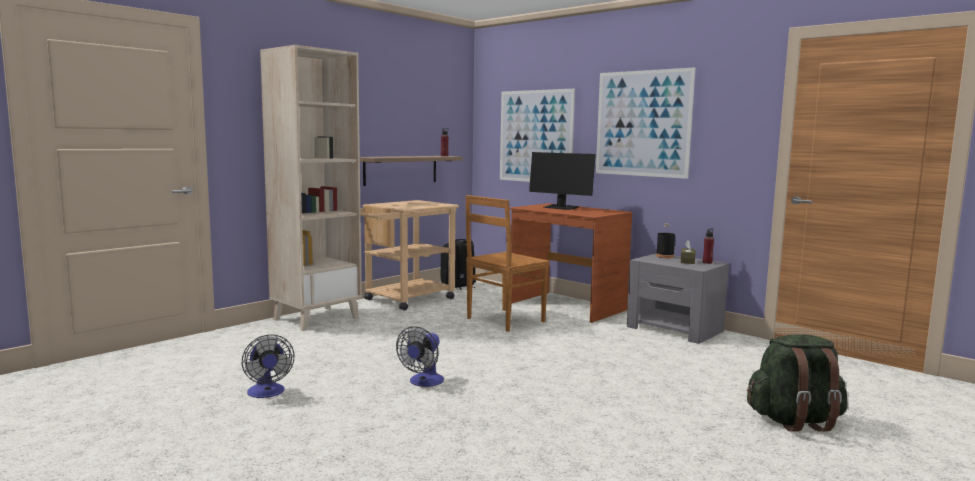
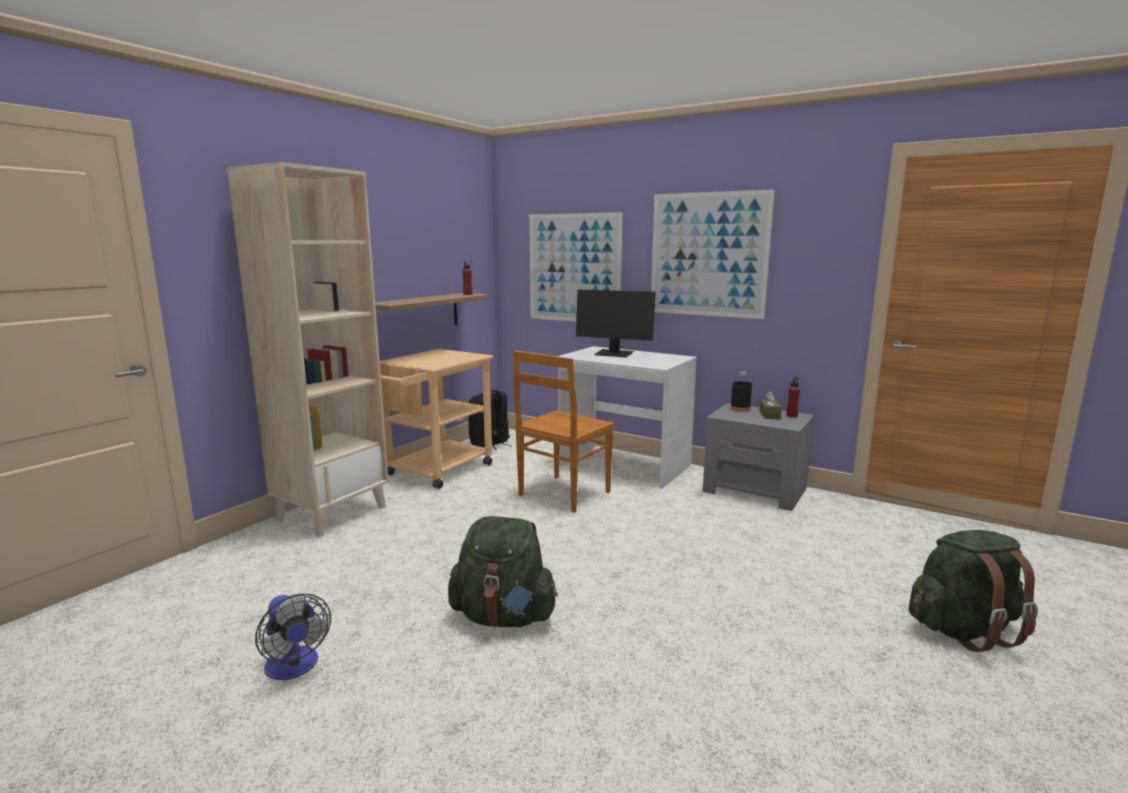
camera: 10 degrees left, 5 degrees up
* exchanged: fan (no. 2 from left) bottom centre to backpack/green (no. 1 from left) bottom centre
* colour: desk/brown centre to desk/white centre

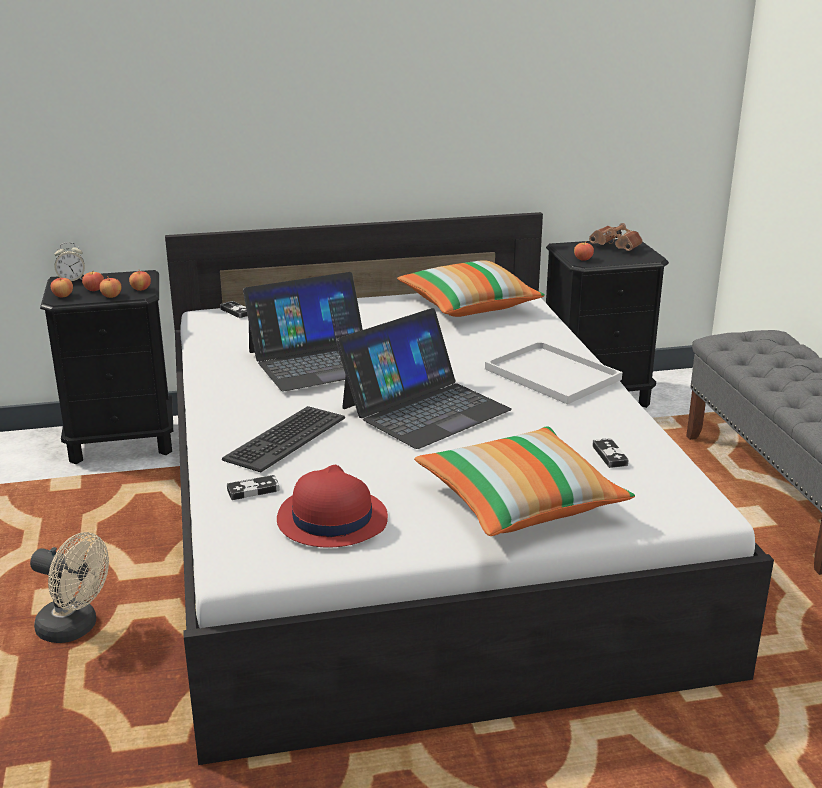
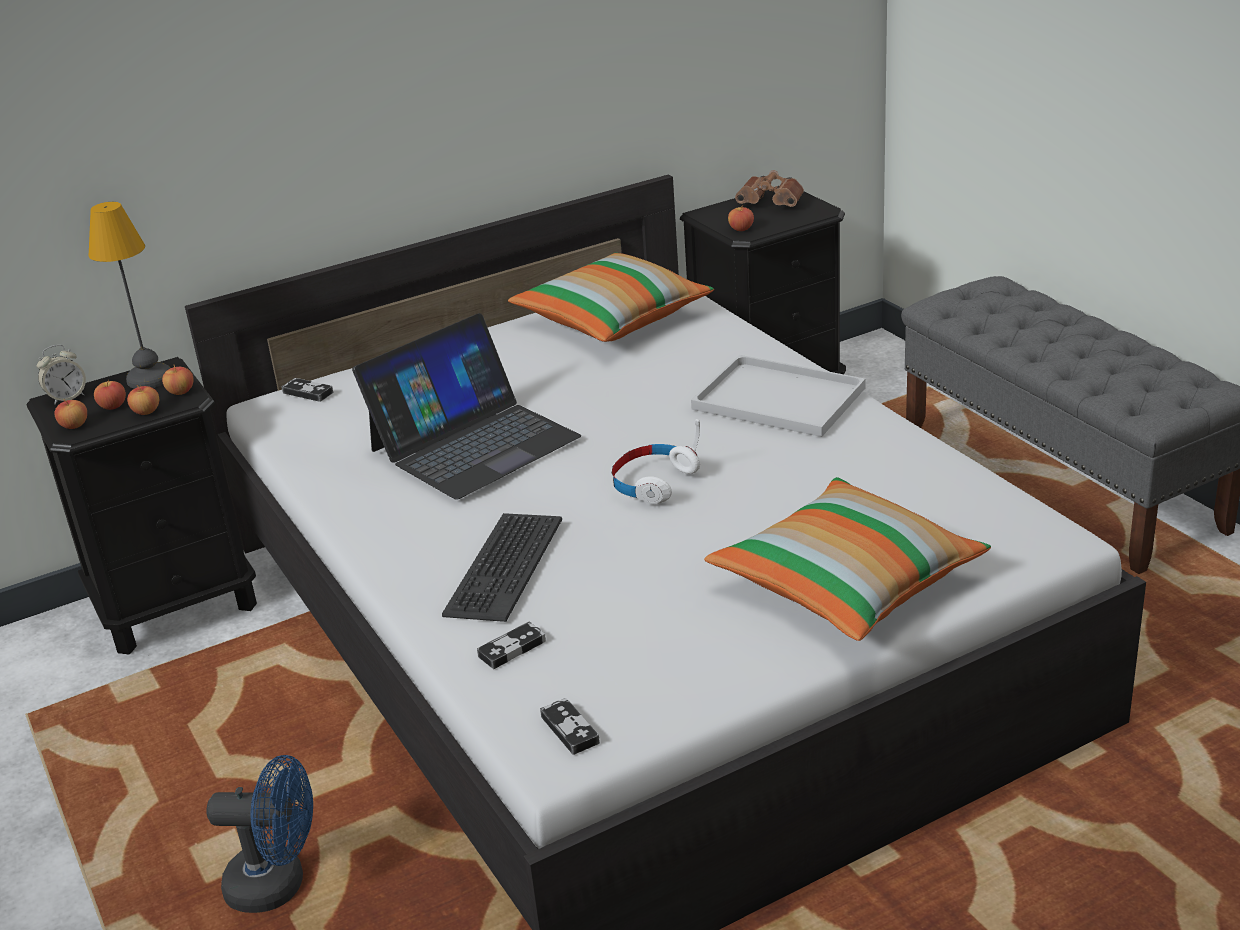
camera: 15 degrees left, 5 degrees up
* appeared: table lamp top left
* colour: fan/beige bottom left to fan/blue bottom left
* relocated: game controller (no. 3 from left) middle right to bottom centre
* exchanged: laptop (no. 2 from left) centre to headphones/white centre
* missing: hat/red centre

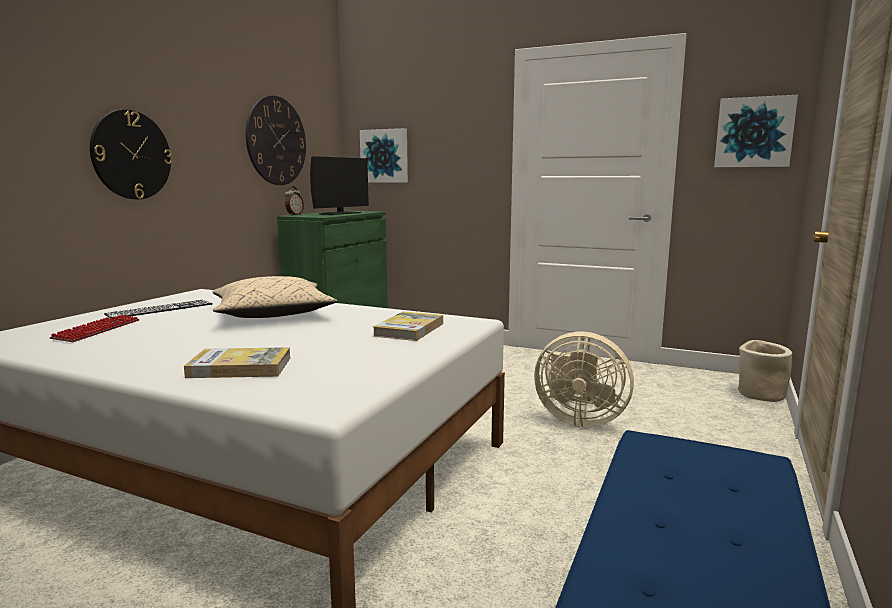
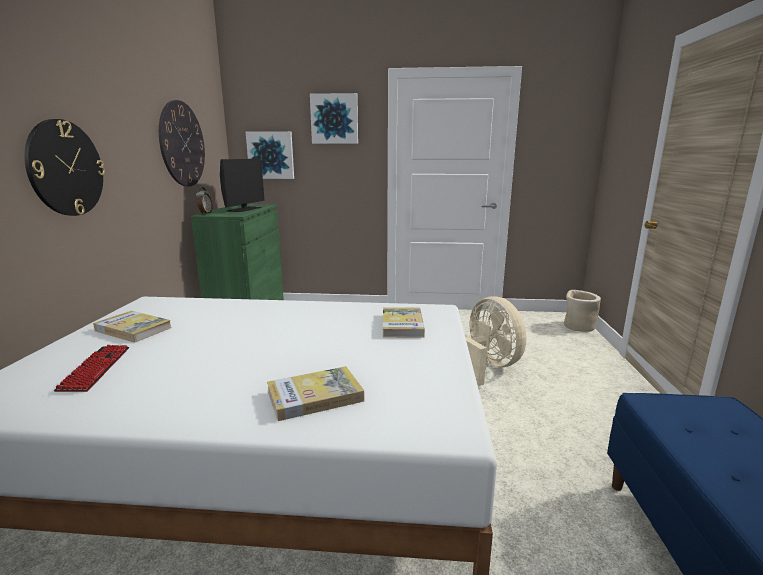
camera: 20 degrees left, 5 degrees up
* exchanged: keyboard (no. 2 from left) middle left to book (no. 1 from left) middle left
* relocated: picture (no. 2 from left) top right to top centre
* spun: fan/beige centre = centre 120 degrees counterclockwise
* missing: pillow/beige middle left

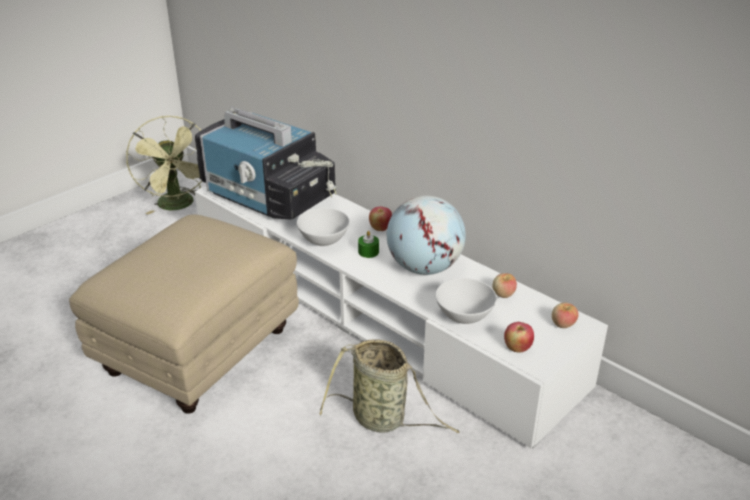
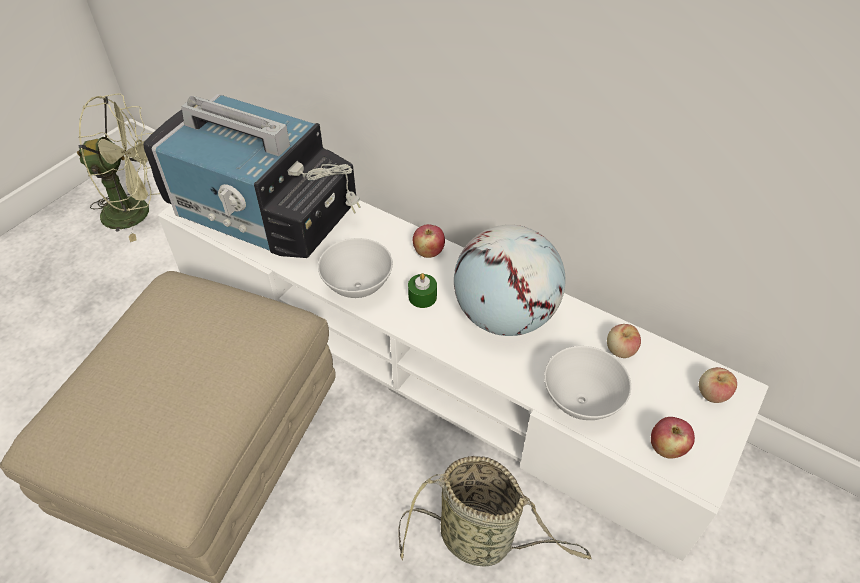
camera: 10 degrees left, 15 degrees up
* spun: fan/green top left = top left 60 degrees counterclockwise

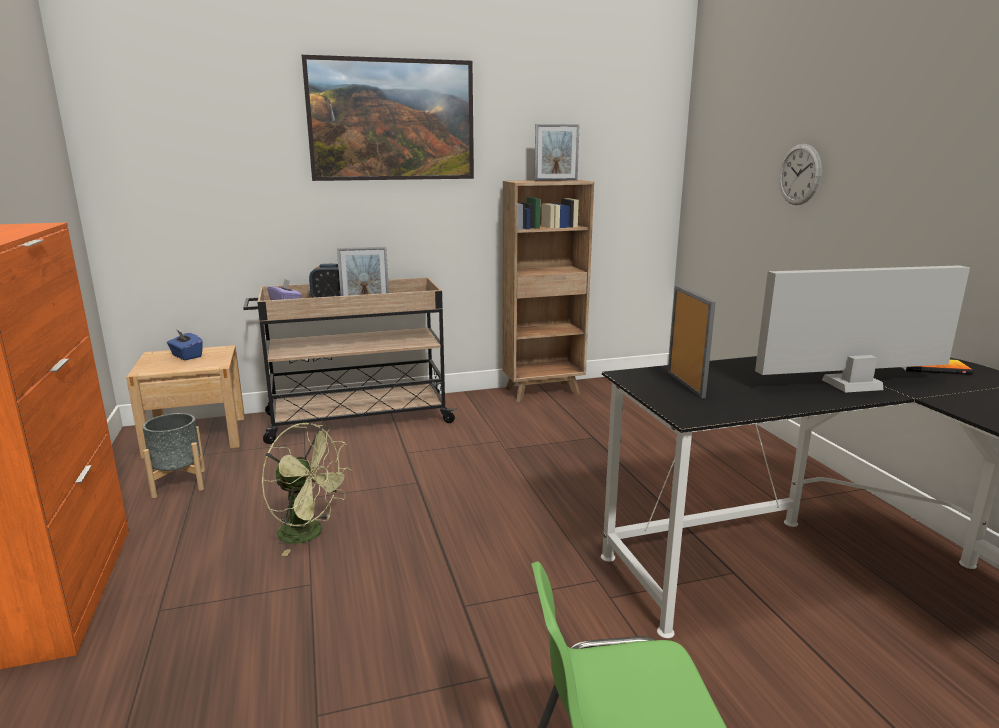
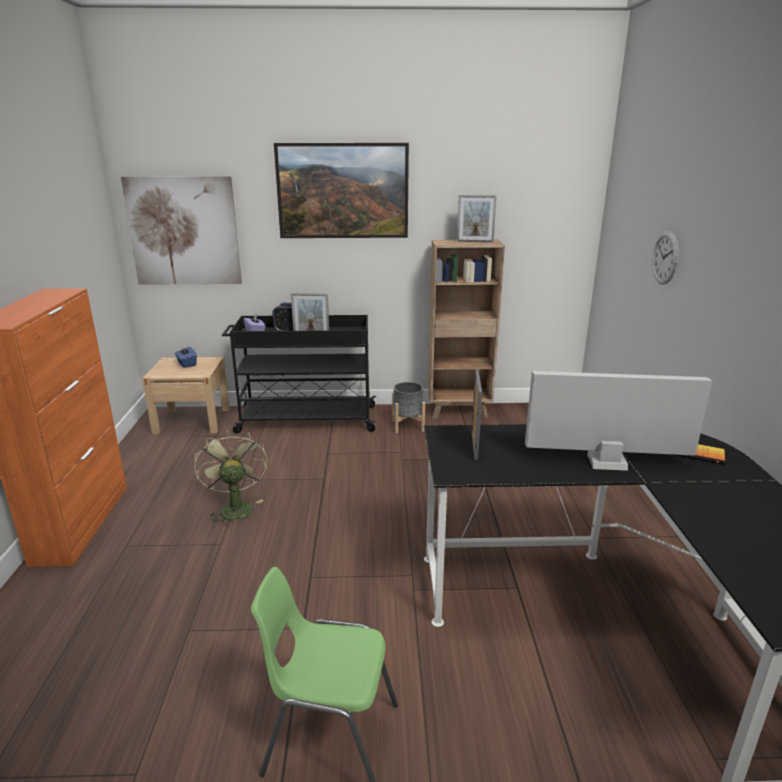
camera: 15 degrees right, 5 degrees up
* appeared: picture (no. 1 from left) top left
* spun: fan/green bottom left = middle left 150 degrees counterclockwise
* colour: cart/beige centre to cart/black centre
* relocated: planter/grey middle left to centre

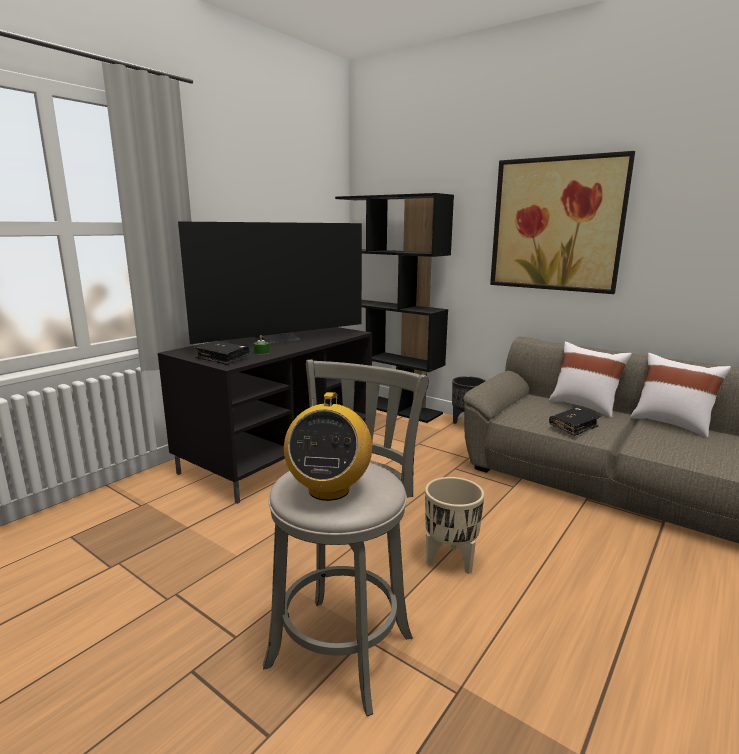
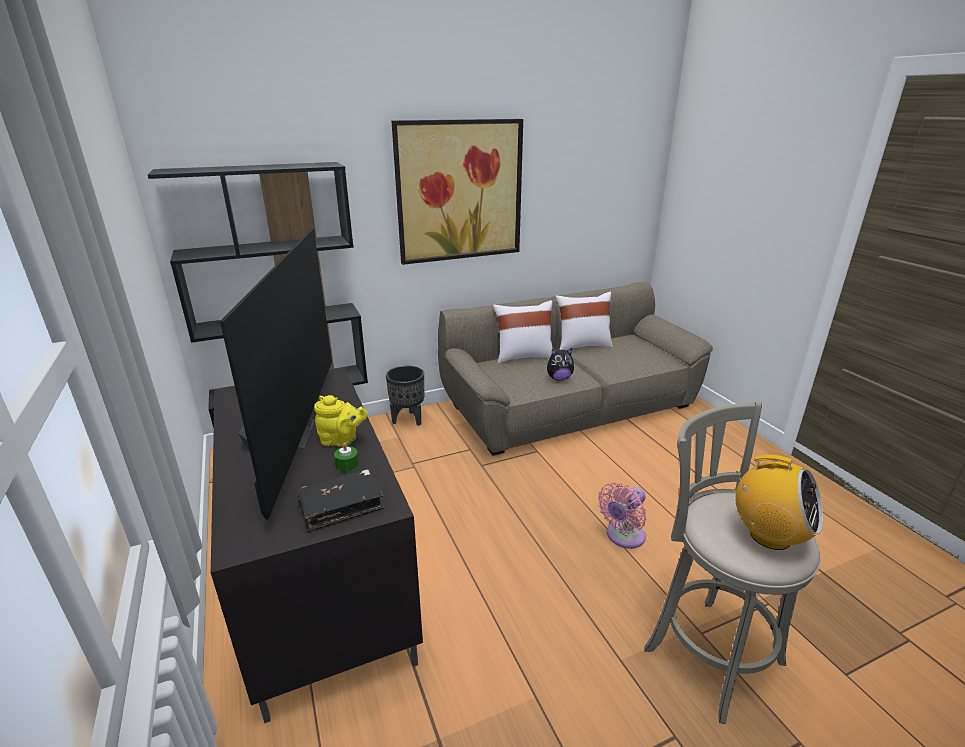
camera: 60 degrees left, 10 degrees up
* appeared: teapot/yellow centre
* exchanged: book/black (no. 2 from left) middle right to plush toy centre
* exchanged: planter/beige bottom centre to fan/pink bottom centre

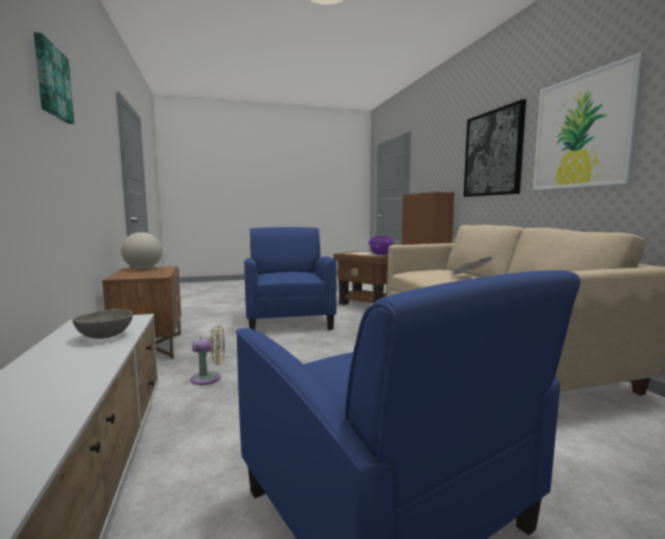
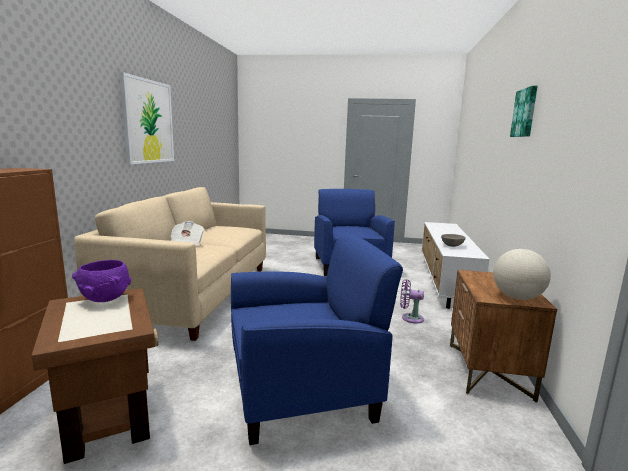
camera: 155 degrees left, 5 degrees up
* spun: armchair/blue (no. 1 from left) centre = bottom centre 120 degrees counterclockwise
* colour: fan/beige middle left to fan/purple centre
* missing: picture (no. 2 from left) top right

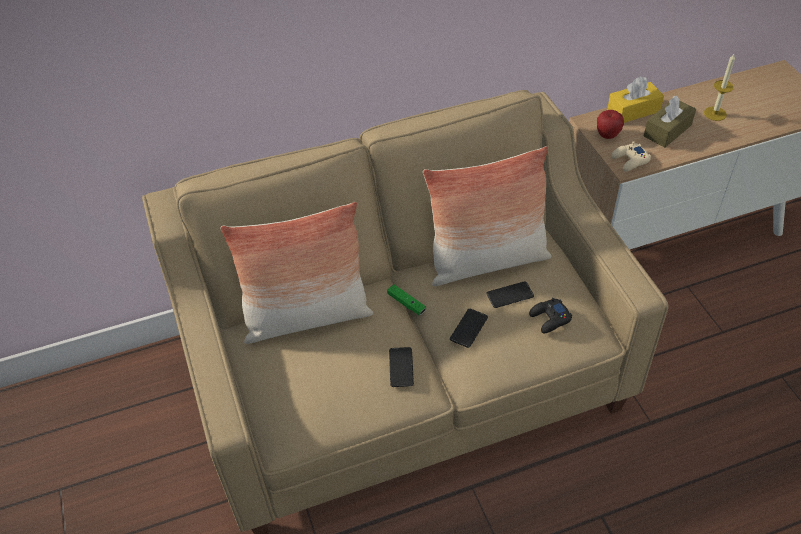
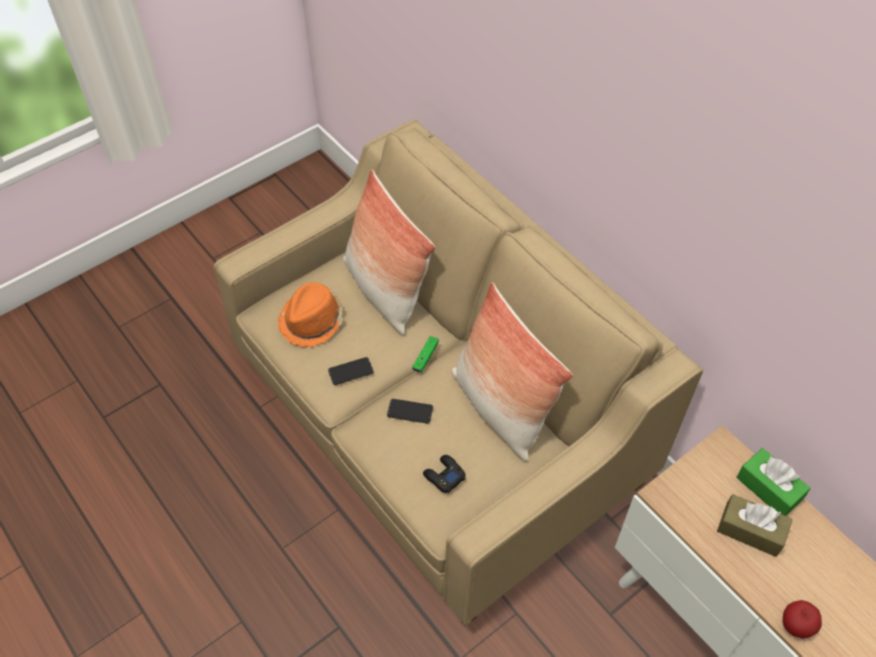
camera: 70 degrees right, 5 degrees up
* appeared: hat/orange centre
* colour: tissue box/yellow top right to tissue box/green bottom right
* relocated: apple top right to bottom right
* missing: phone (no. 3 from left) centre
* missing: game controller/beige top right
* missing: candle top right

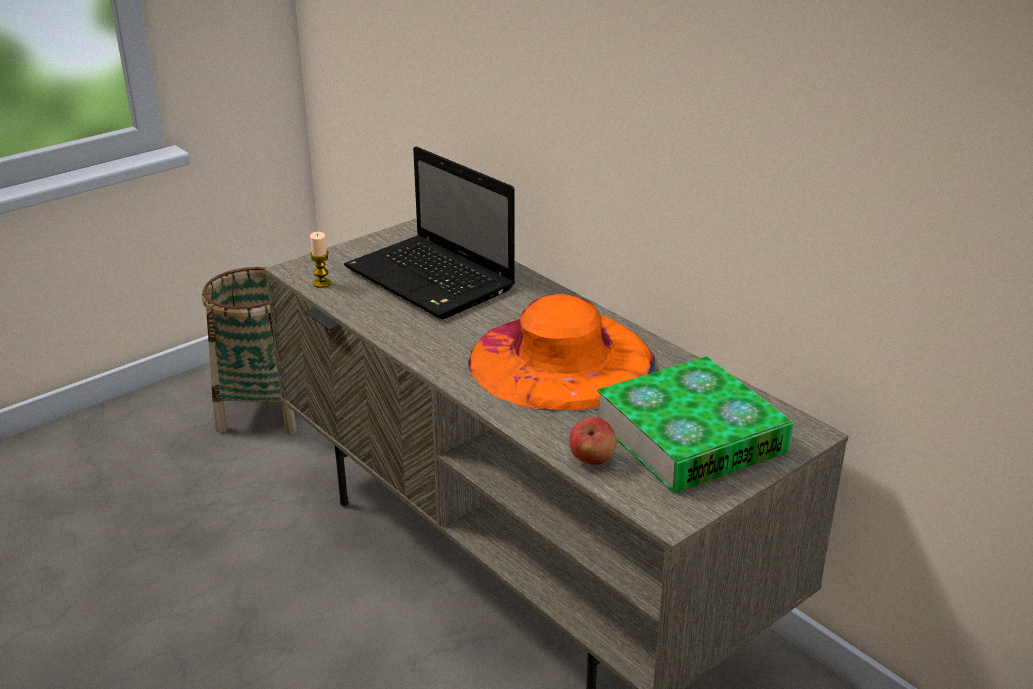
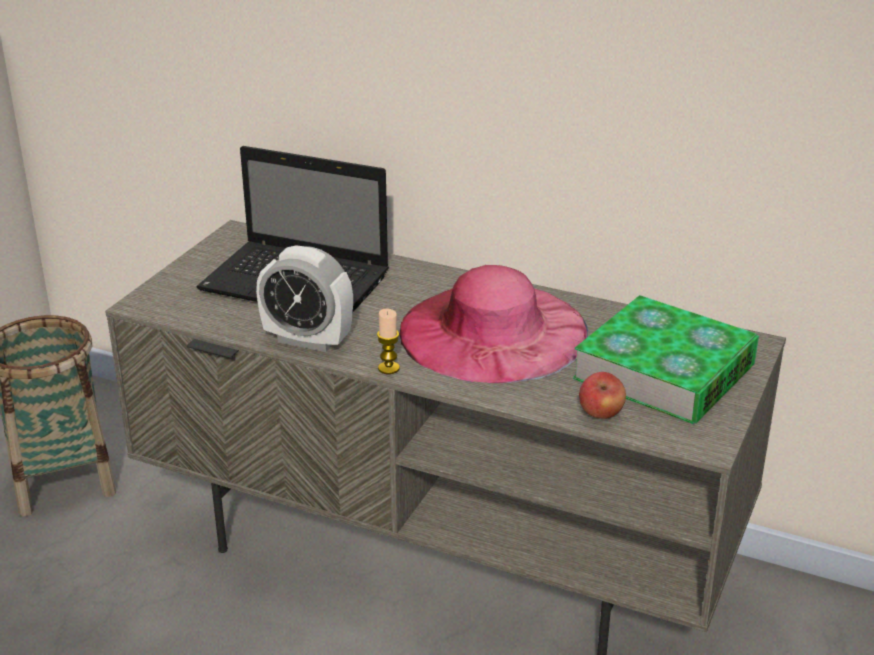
camera: 25 degrees left, 0 degrees up
* appeared: alarm clock centre
* relocated: candle middle left to centre
* colour: hat/orange centre to hat/pink centre

